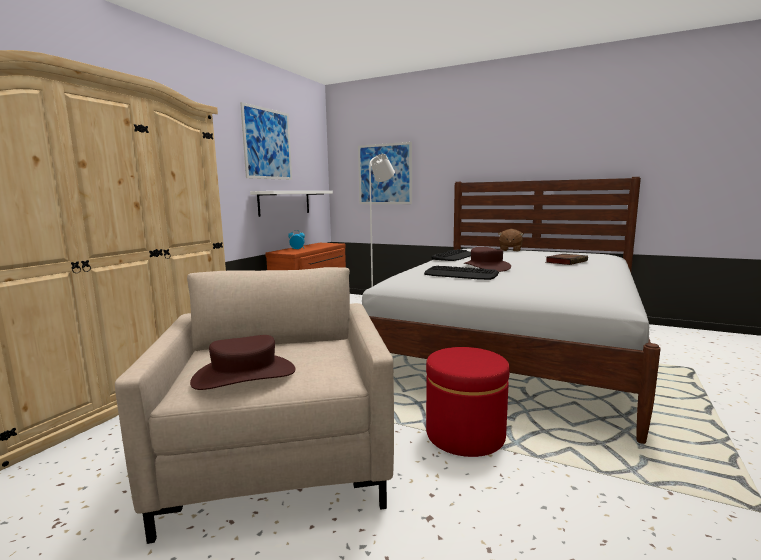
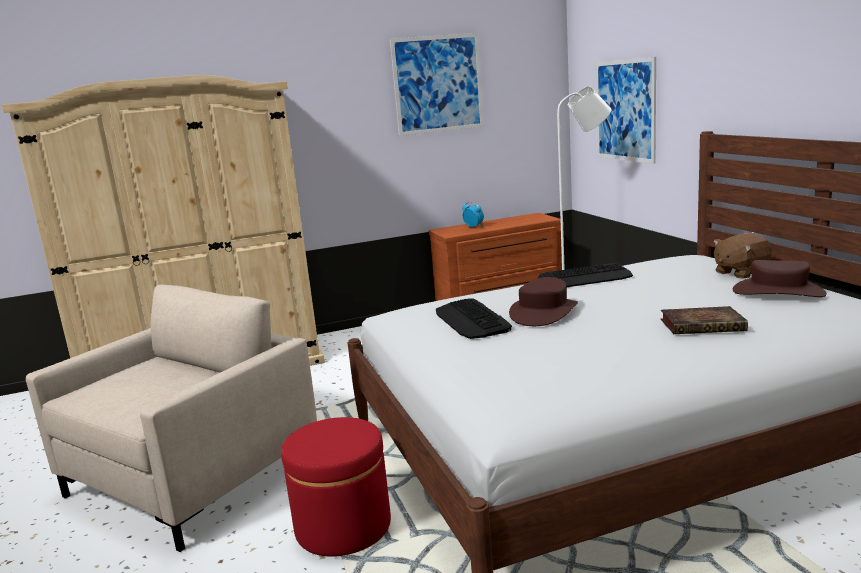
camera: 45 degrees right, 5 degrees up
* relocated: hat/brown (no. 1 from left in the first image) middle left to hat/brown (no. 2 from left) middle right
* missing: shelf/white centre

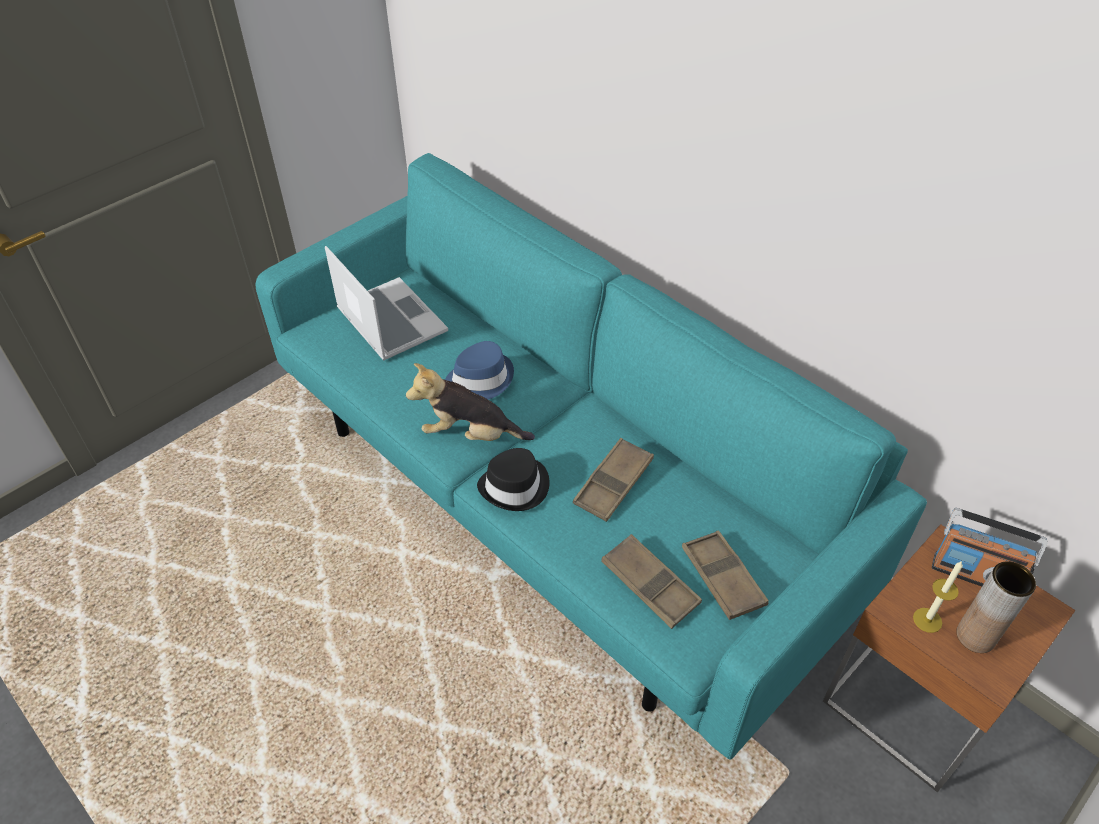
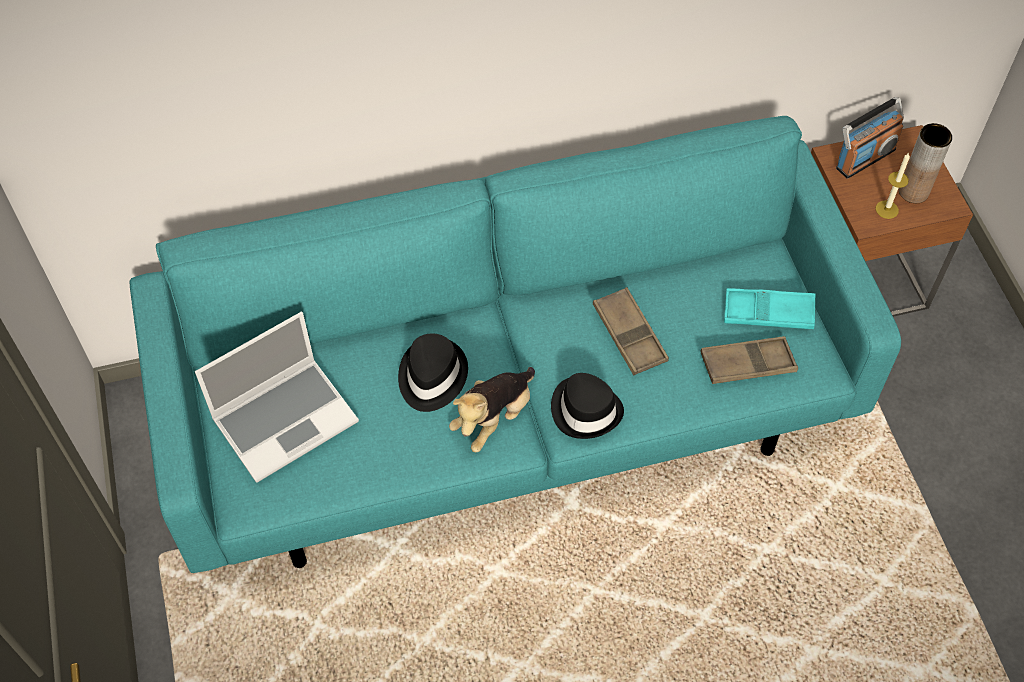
camera: 60 degrees left, 10 degrees up
* spun: laptop centre = middle left 150 degrees clockwise
* colour: hat/blue centre to hat/black (no. 1 from left) centre
* colour: tray/brown (no. 3 from left) bottom centre to tray/turquoise middle right

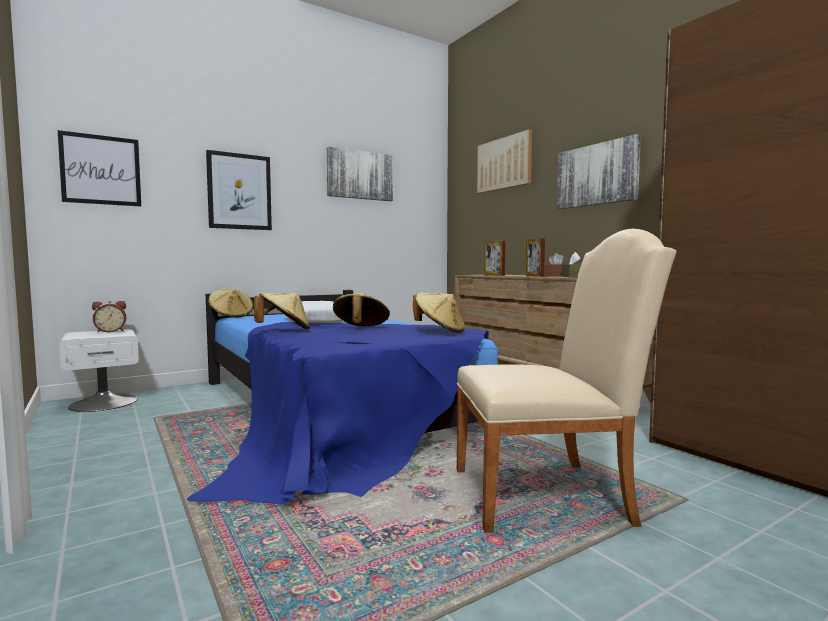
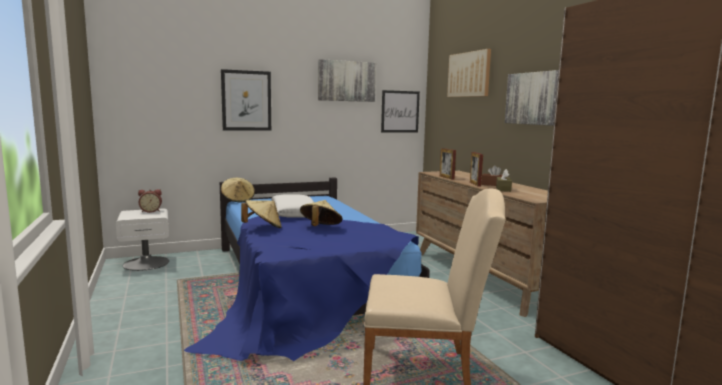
camera: 10 degrees right, 5 degrees up
* relocated: picture (no. 1 from left in the first image) top left to picture (no. 3 from left) top centre
* missing: hat/beige (no. 4 from left) centre

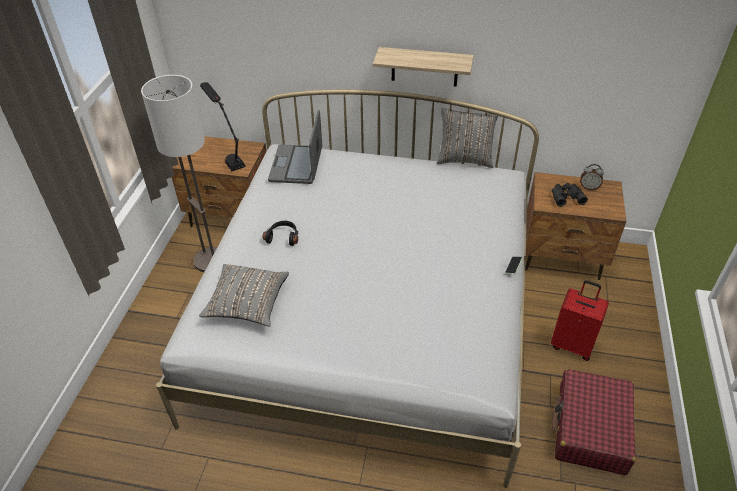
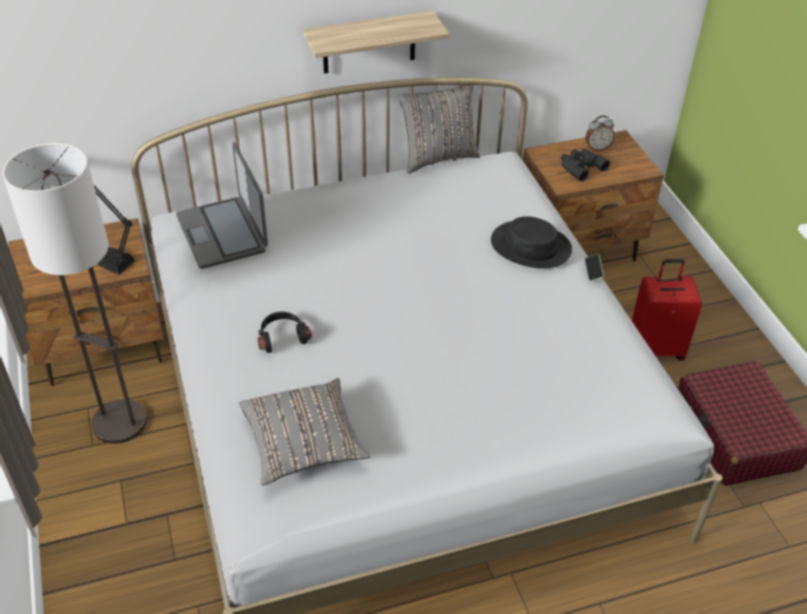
camera: 30 degrees left, 0 degrees up
* appeared: hat/black centre

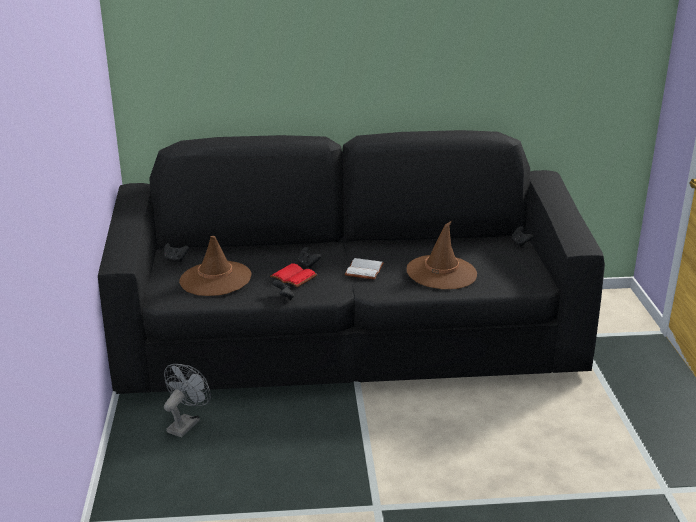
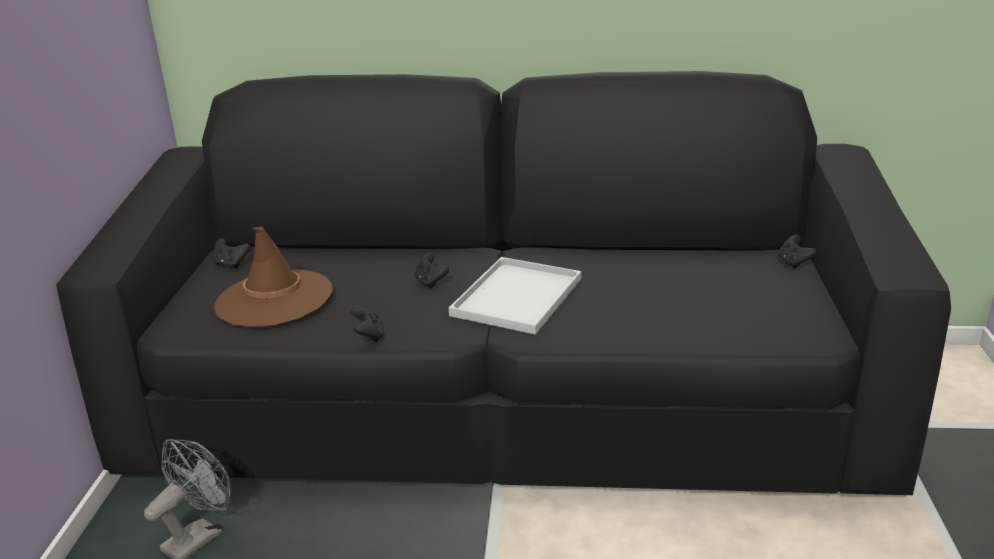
camera: 10 degrees right, 0 degrees up
* exchanged: book/white centre to tray/white centre
* missing: book/red centre
* missing: hat/brown (no. 2 from left) centre

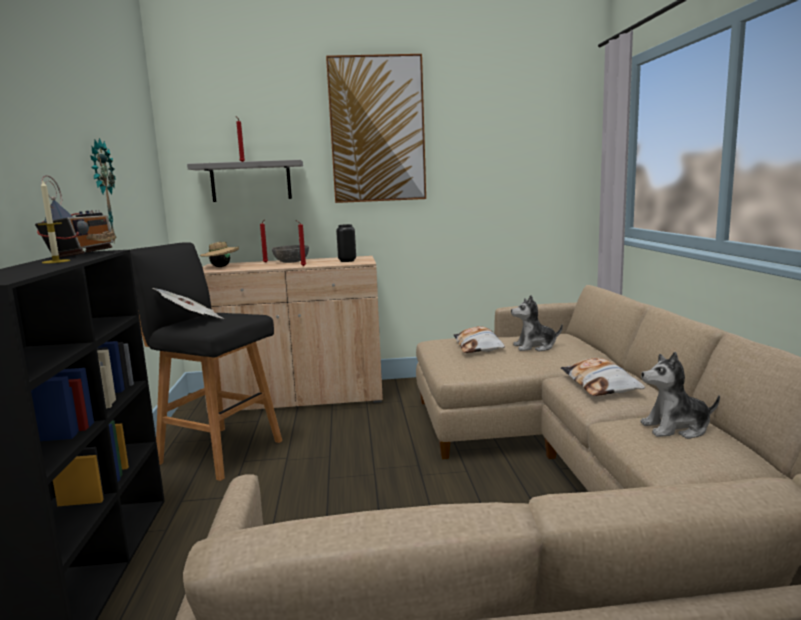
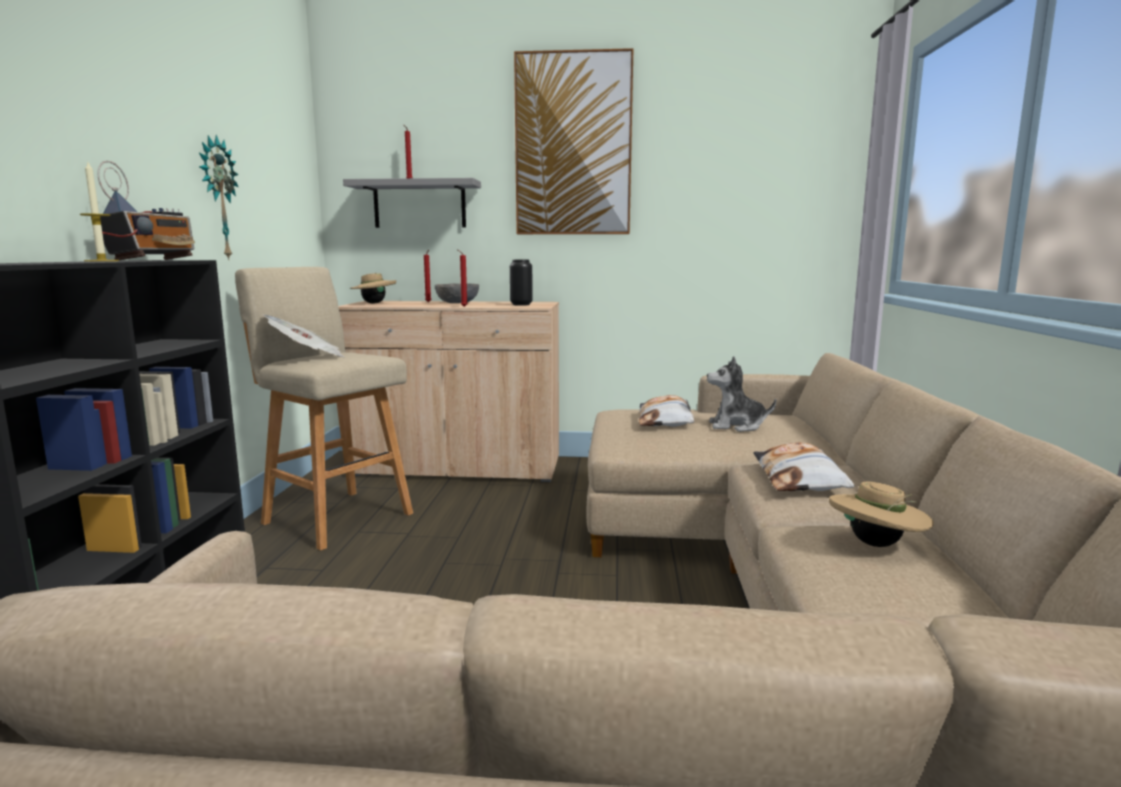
camera: 10 degrees right, 0 degrees up
* colour: stool/black middle left to stool/beige middle left
* exchanged: plush toy (no. 2 from left) middle right to hat/beige (no. 2 from left) middle right

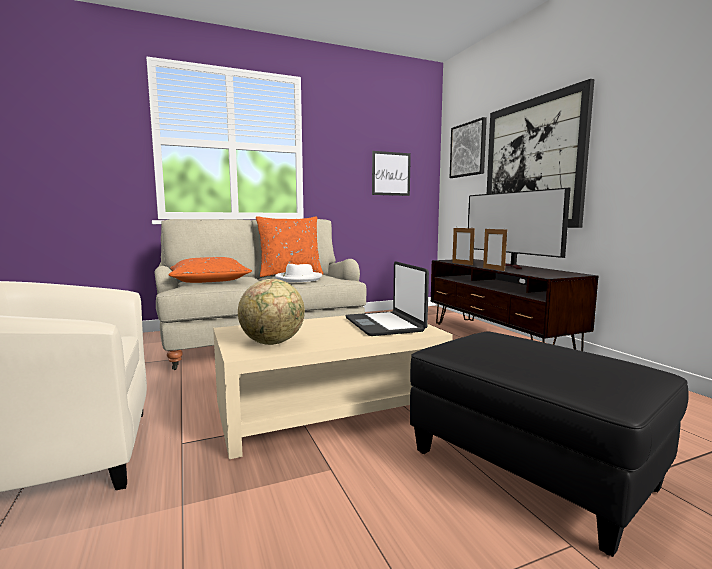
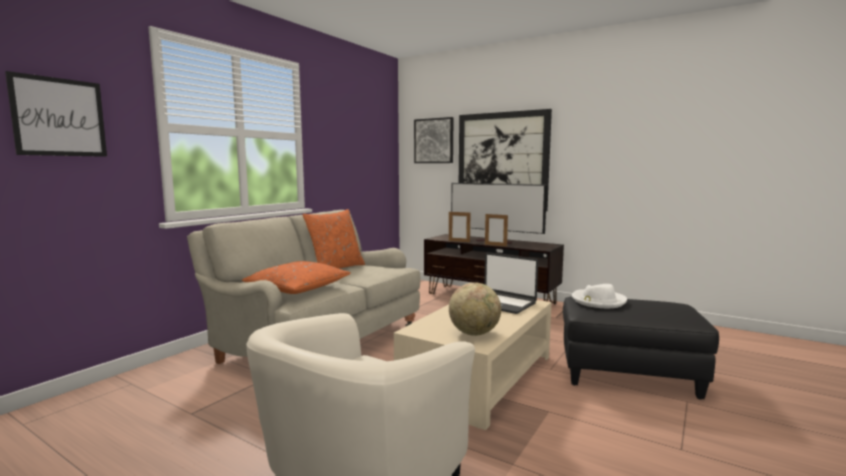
camera: 35 degrees left, 0 degrees up
* relocated: picture (no. 1 from left) top centre to top left
* relocated: hat/white centre to middle right

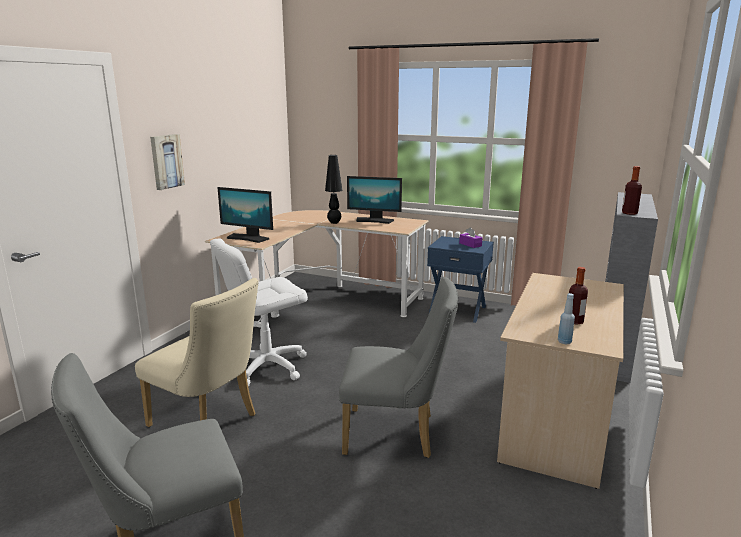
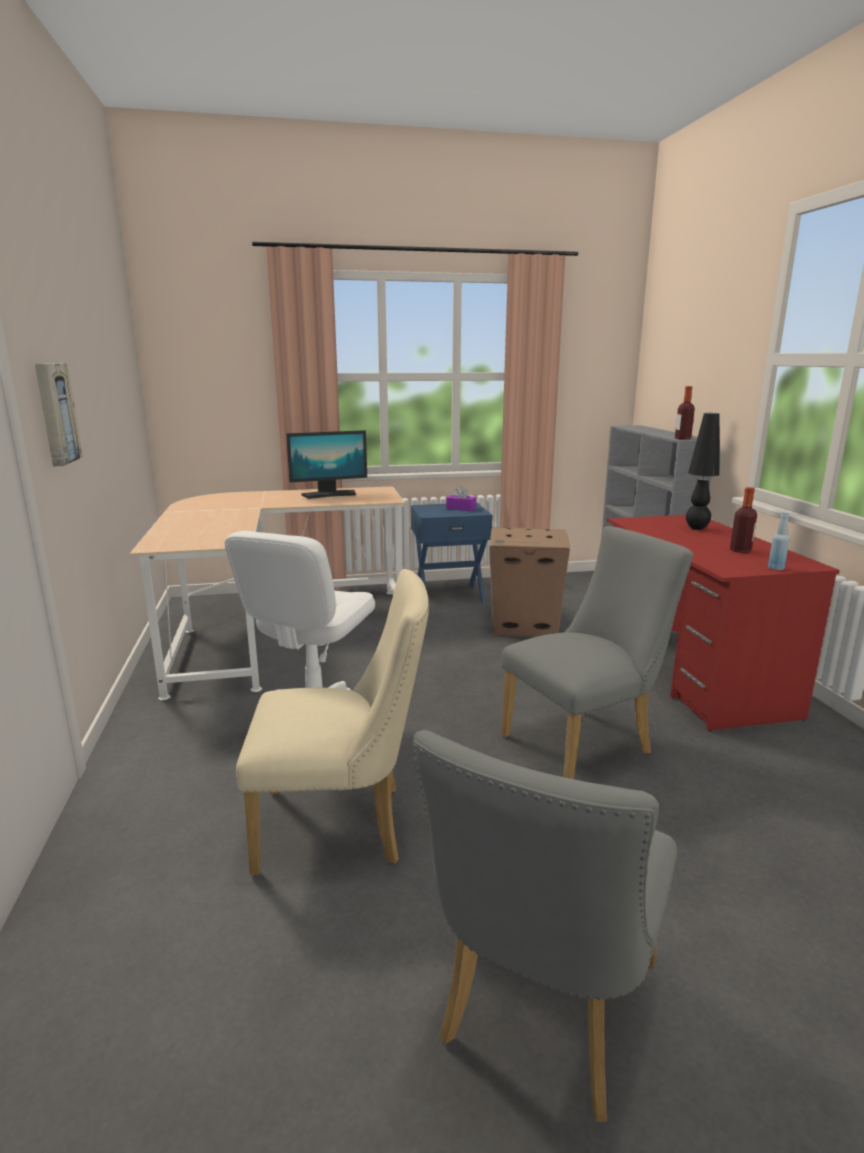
camera: 35 degrees left, 0 degrees up
* appeared: cardboard box centre
* colour: desk/beige (no. 2 from left) bottom right to desk/red middle right
* relocated: table lamp/black centre to middle right
* missing: monitor (no. 1 from left) middle left

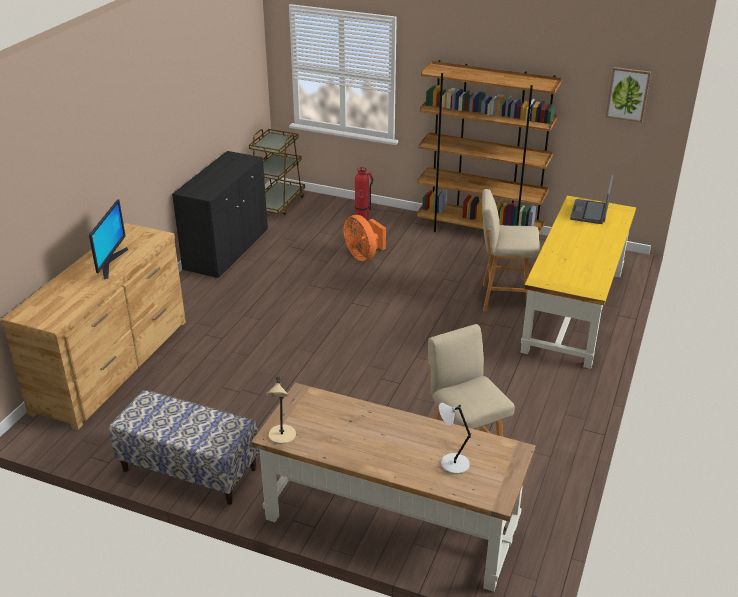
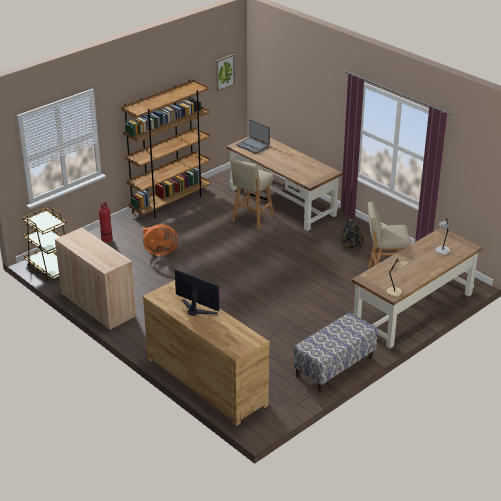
camera: 65 degrees left, 0 degrees up
* colour: cabinet/black middle left to cabinet/beige middle left
* colour: desk/yellow middle right to desk/brown (no. 1 from left) centre
* appeared: backpack/black middle right

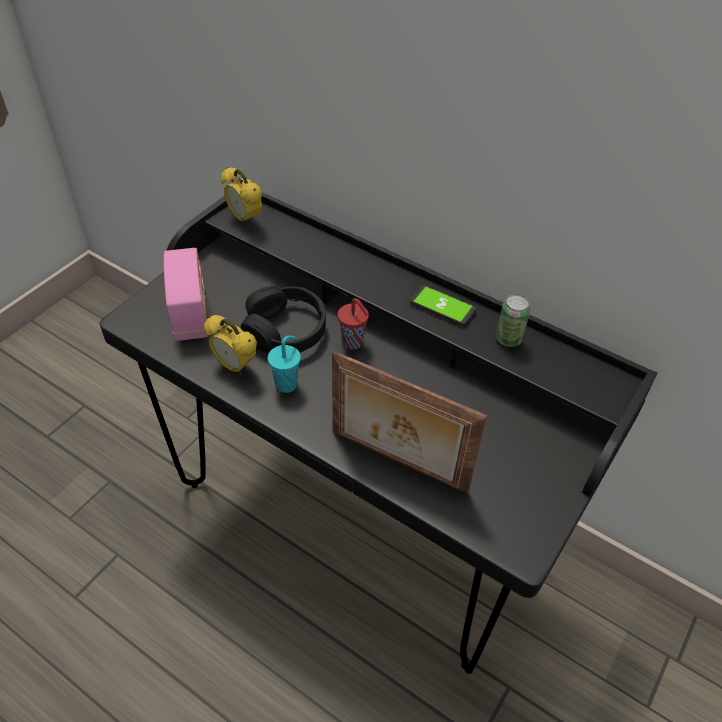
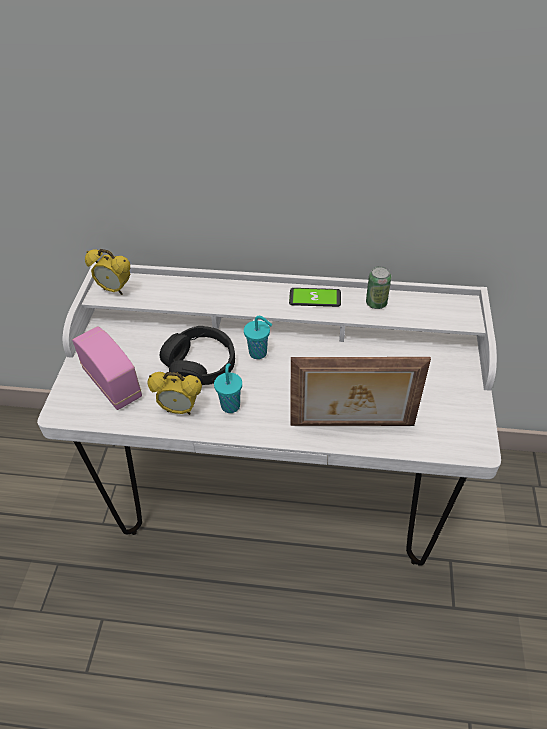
camera: 25 degrees left, 0 degrees up
* colour: desk/black centre to desk/white centre
* colour: cup/red centre to cup/turquoise (no. 2 from left) centre

